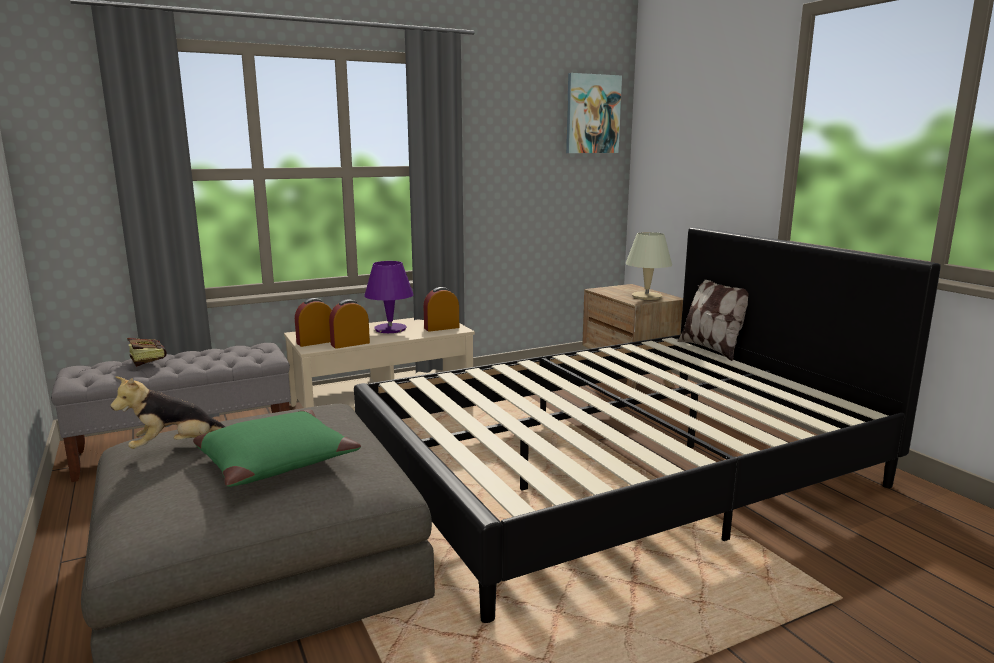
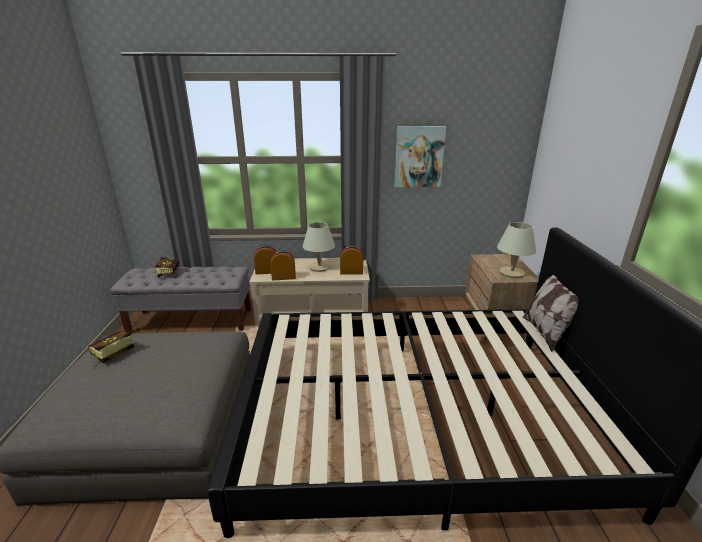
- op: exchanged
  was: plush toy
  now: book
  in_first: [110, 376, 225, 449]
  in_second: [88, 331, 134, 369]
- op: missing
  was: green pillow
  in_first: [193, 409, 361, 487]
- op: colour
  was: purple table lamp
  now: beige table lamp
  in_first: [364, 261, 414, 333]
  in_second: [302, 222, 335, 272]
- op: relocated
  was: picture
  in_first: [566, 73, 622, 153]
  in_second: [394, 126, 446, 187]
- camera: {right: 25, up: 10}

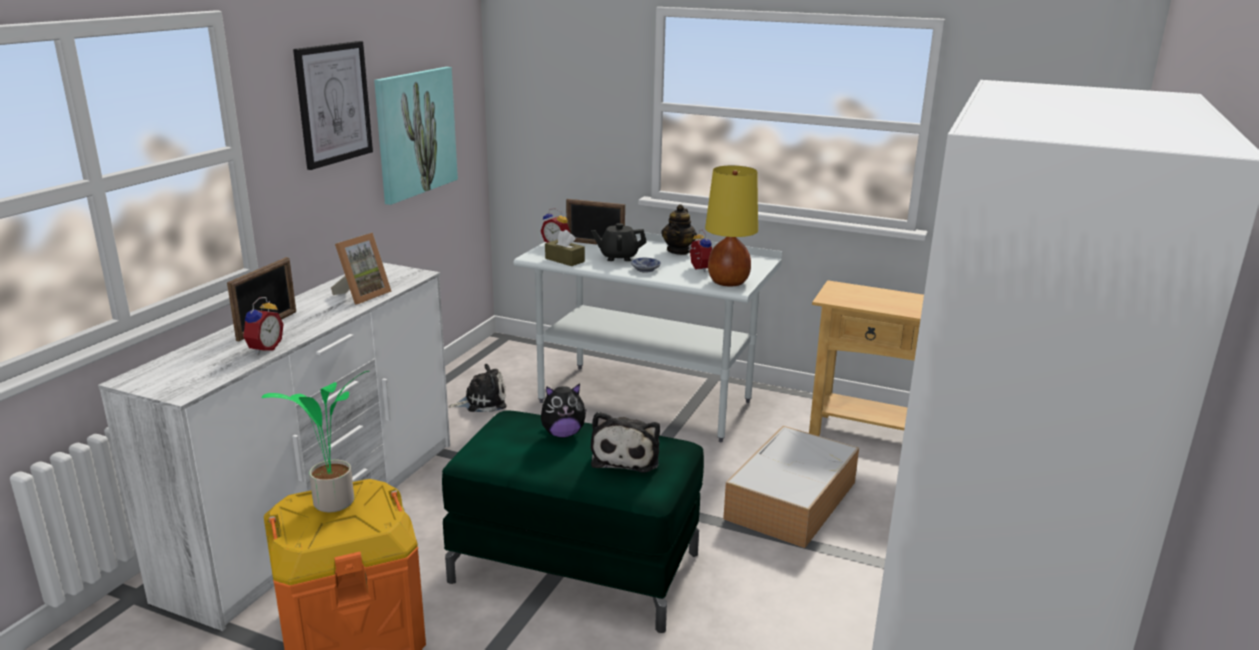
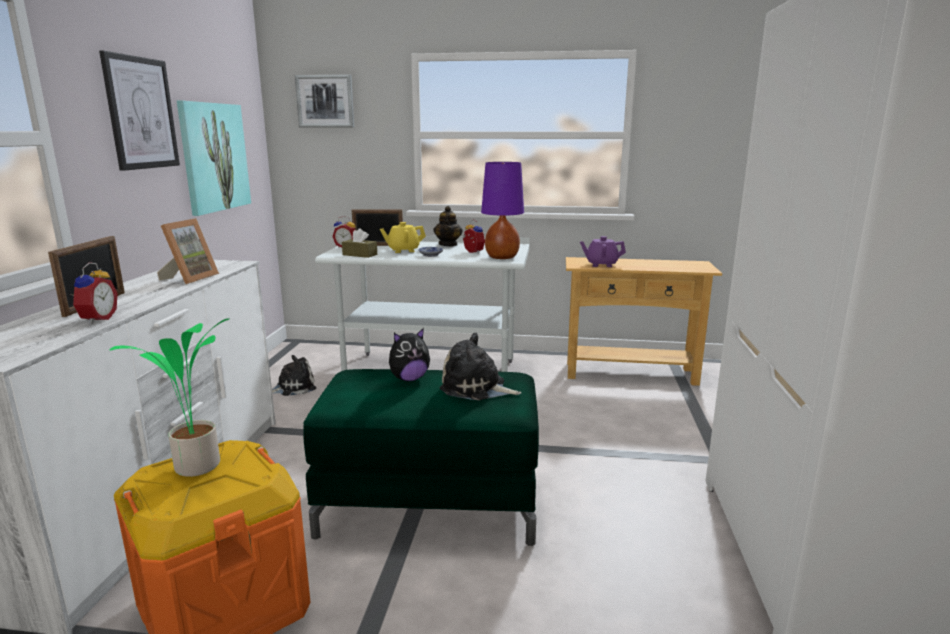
- op: colour
  was: black teapot
  now: yellow teapot
  in_first: [591, 223, 647, 261]
  in_second: [380, 222, 426, 253]
- op: spun
  was: plush toy
  in_first: [591, 411, 660, 473]
  in_second: [440, 333, 521, 401]
  clockwise: 120
- op: colour
  was: yellow table lamp
  now: purple table lamp
  in_first: [705, 166, 758, 287]
  in_second: [481, 162, 524, 259]
- op: missing
  was: storage box
  in_first: [723, 426, 859, 548]
- op: appeared
  now: picture
  in_second: [295, 74, 354, 127]
- op: appeared
  now: purple teapot
  in_second: [580, 236, 626, 267]
- camera: {right: -15, up: -5}

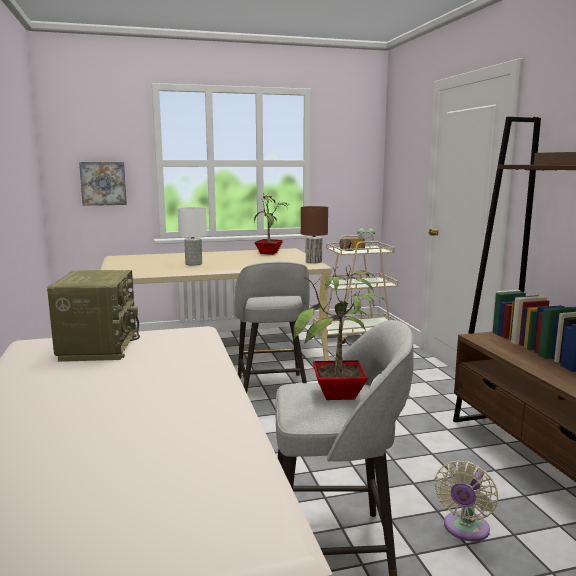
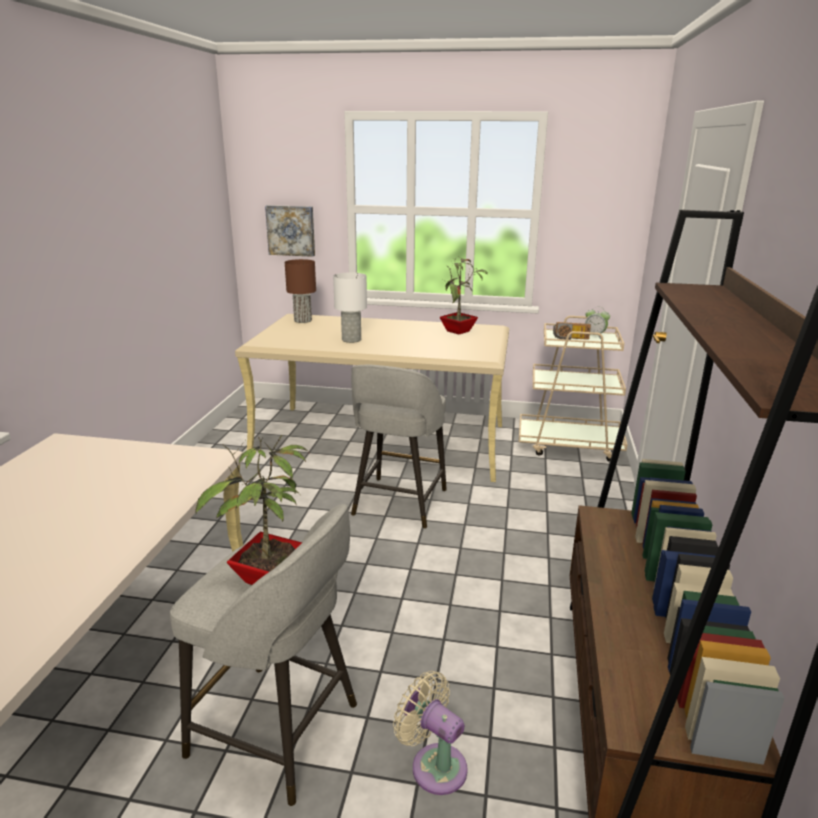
- op: missing
  was: radio
  in_first: [47, 270, 140, 362]
- op: relocated
  was: brown table lamp
  in_first: [301, 206, 328, 263]
  in_second: [285, 259, 316, 323]
- op: spun
  was: beige fan
  in_first: [434, 460, 498, 542]
  in_second: [393, 671, 468, 795]
  clockwise: 75
- camera: {right: 25, up: 10}

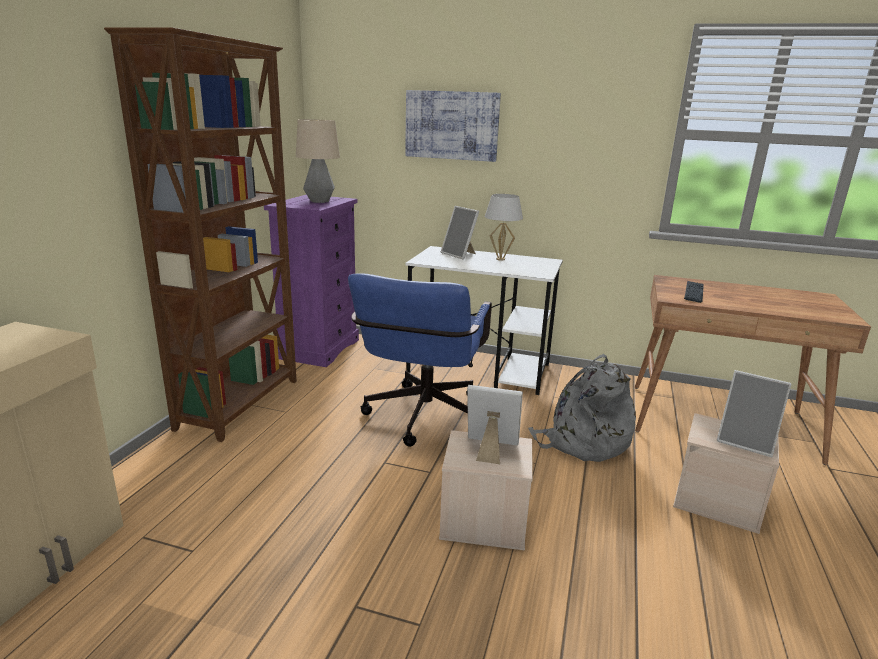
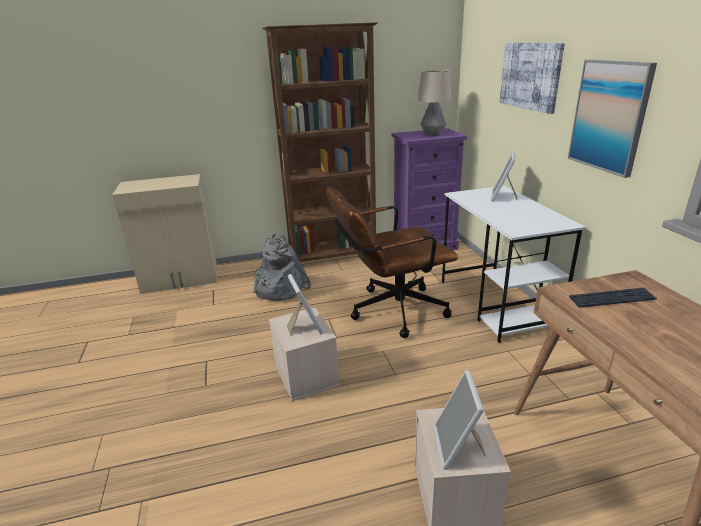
- op: colour
  was: blue office chair
  now: brown office chair
  in_first: [348, 273, 492, 447]
  in_second: [326, 187, 458, 338]
- op: missing
  was: white table lamp
  in_first: [485, 194, 523, 261]
- op: relocated
  was: grey backpack
  in_first: [528, 354, 636, 462]
  in_second: [253, 233, 311, 301]
- op: appeared
  now: picture
  in_second: [568, 60, 657, 178]
- camera: {right: 60, up: 5}

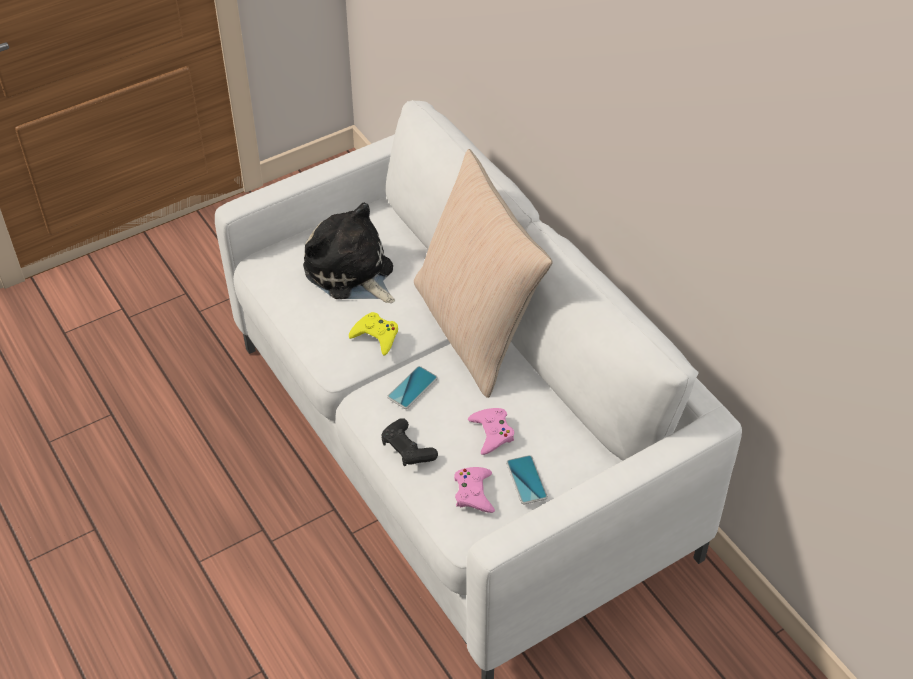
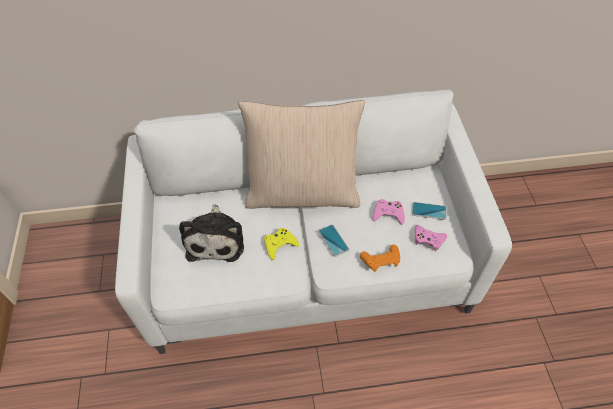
- op: spun
  was: plush toy
  in_first: [303, 203, 395, 303]
  in_second: [179, 204, 244, 262]
  clockwise: -75
- op: colour
  was: black game controller
  now: orange game controller
  in_first: [381, 418, 438, 466]
  in_second: [360, 245, 400, 272]
- camera: {right: -65, up: 5}

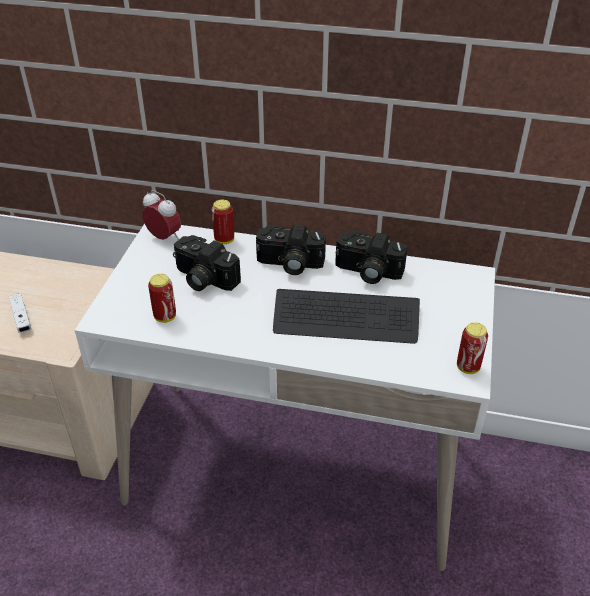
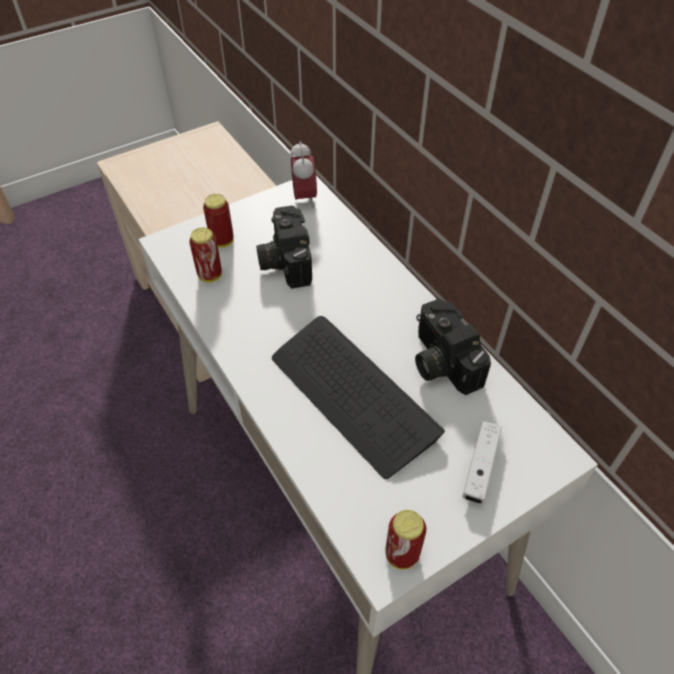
- op: relocated
  was: white game controller
  in_first: [9, 293, 32, 333]
  in_second: [462, 421, 502, 504]
- op: relocated
  was: can
  in_first: [212, 200, 234, 244]
  in_second: [203, 194, 234, 247]
- op: missing
  was: photo camera
  in_first: [256, 224, 326, 275]
- camera: {right: 45, up: 10}

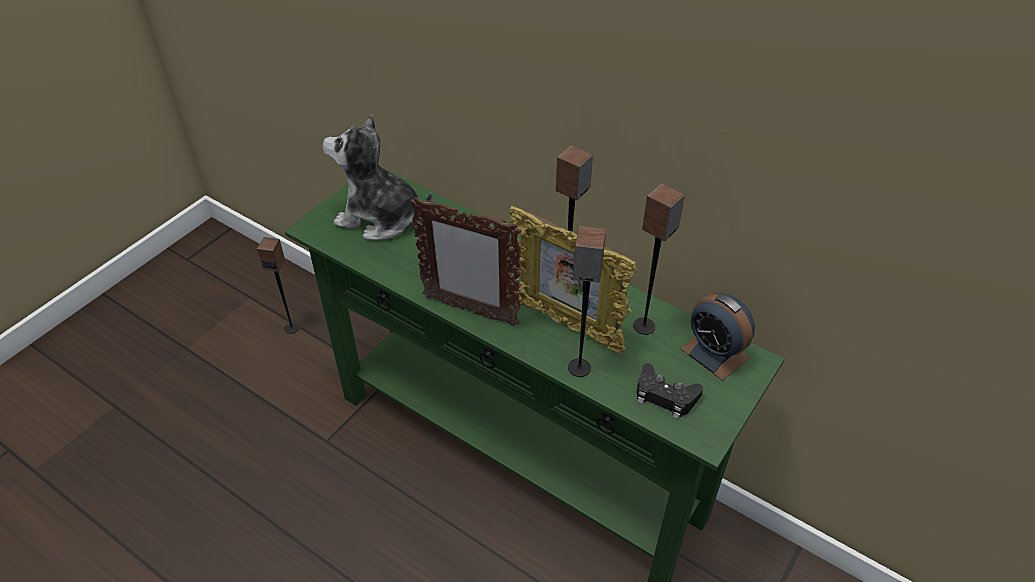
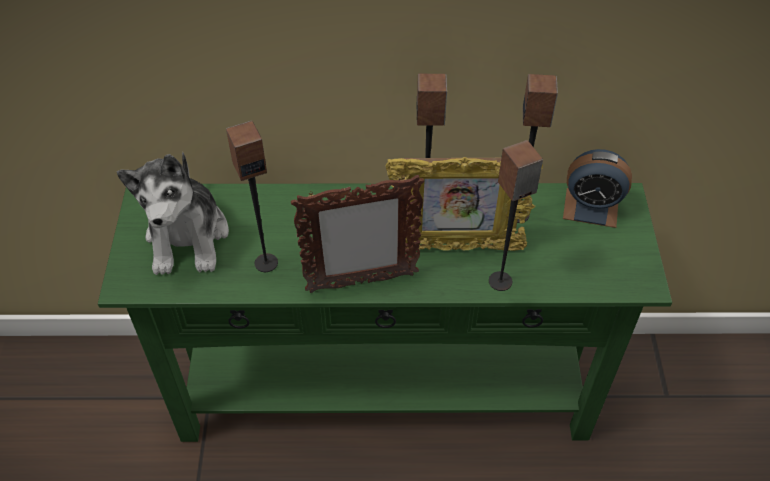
- op: relocated
  was: speaker
  in_first: [257, 237, 300, 334]
  in_second: [226, 121, 278, 272]
- op: spun
  was: plush toy
  in_first: [322, 114, 433, 240]
  in_second: [117, 152, 229, 275]
  clockwise: -75
- op: missing
  was: black game controller
  in_first: [637, 363, 703, 419]
- camera: {right: -35, up: 5}

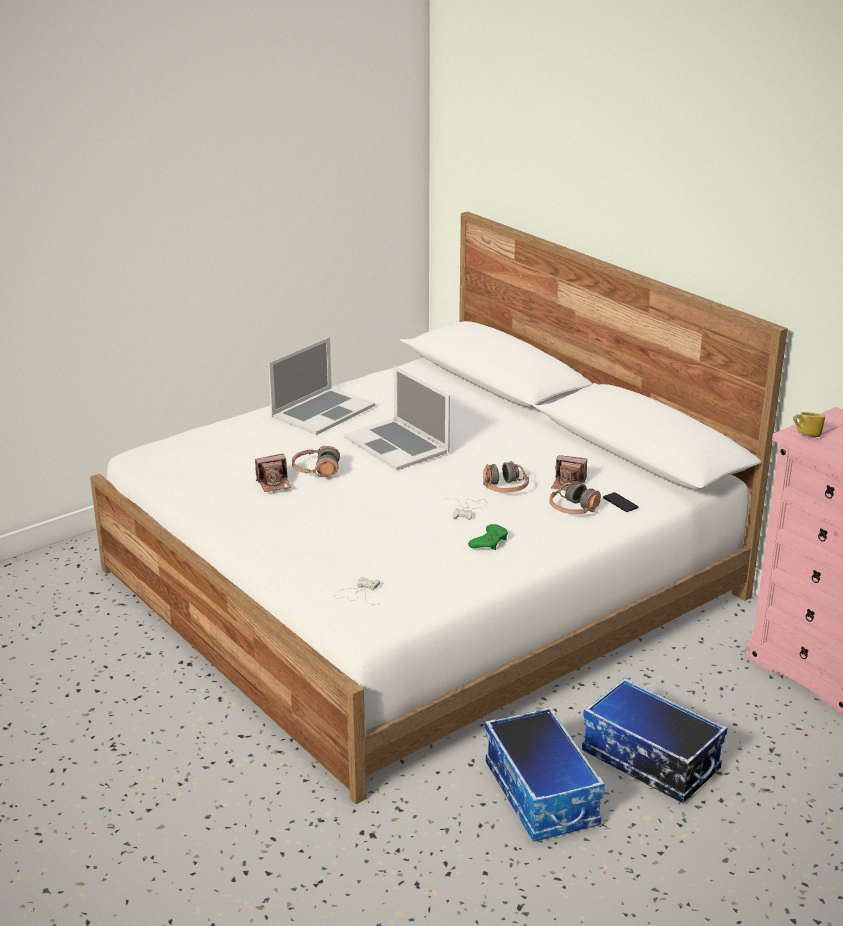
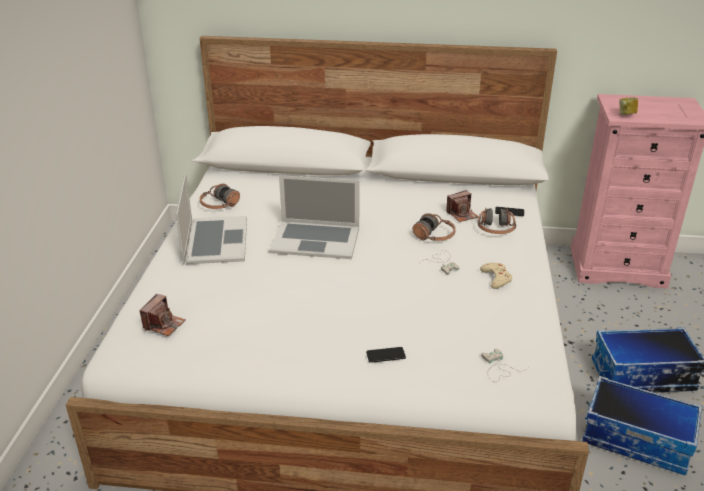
- op: relocated
  was: photo camera
  in_first: [255, 454, 292, 492]
  in_second: [139, 294, 185, 336]
- op: relocated
  was: headphones
  in_first: [292, 446, 340, 477]
  in_second: [200, 184, 240, 209]
- op: colour
  was: green game controller
  now: beige game controller
  in_first: [468, 524, 508, 550]
  in_second: [480, 263, 512, 289]
- op: appeared
  now: phone
  in_second: [366, 347, 406, 363]
- camera: {right: -45, up: 5}

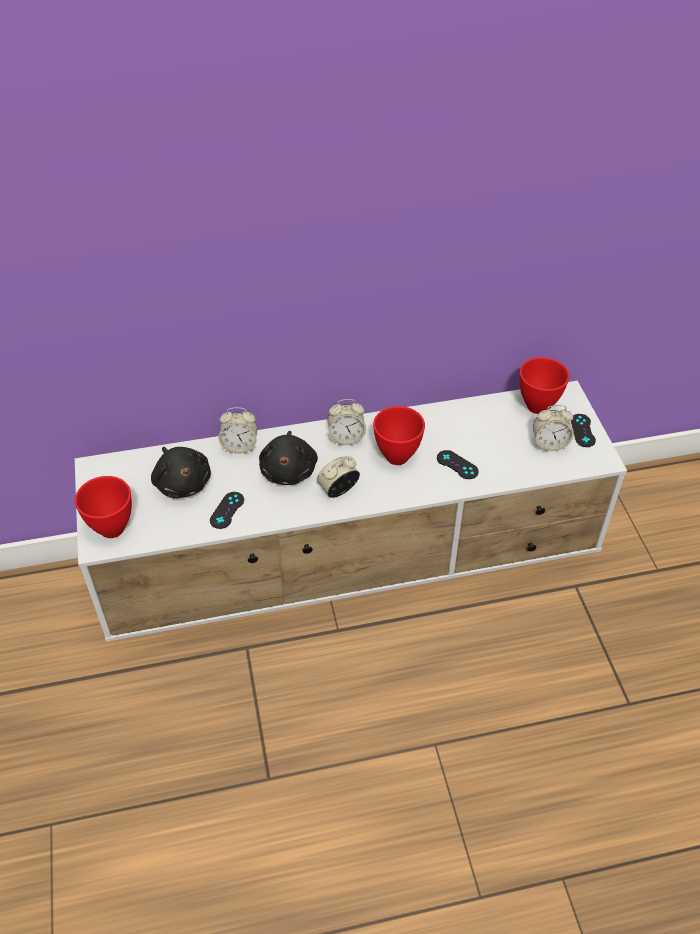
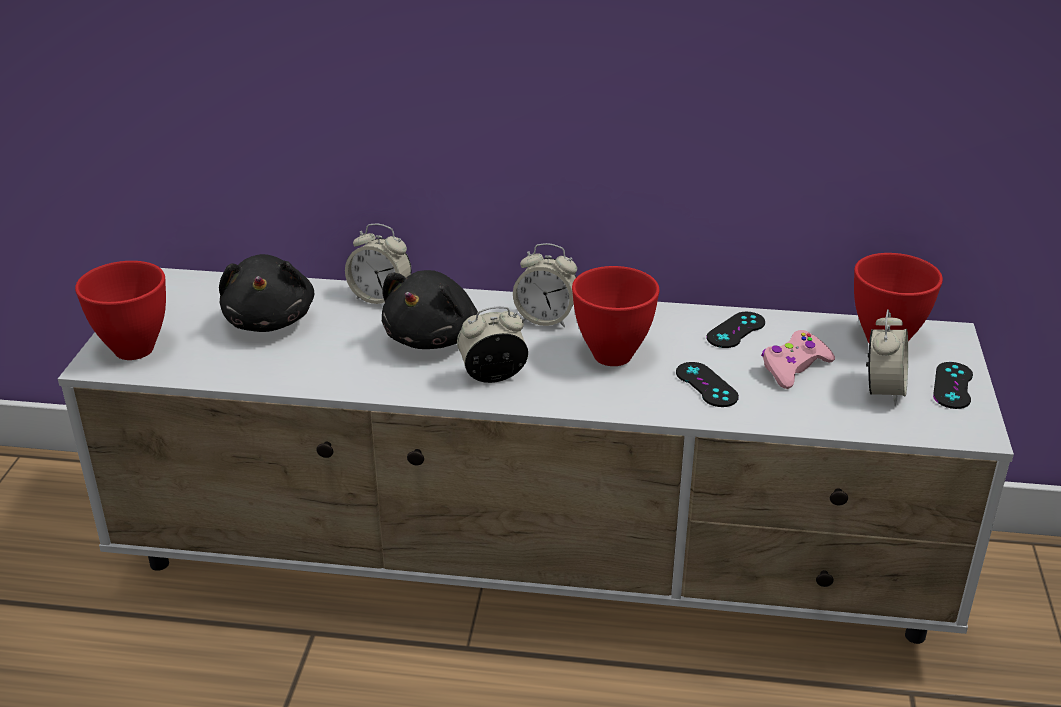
- op: relocated
  was: black game controller
  in_first: [210, 492, 244, 529]
  in_second: [706, 312, 765, 348]
- op: spun
  was: alarm clock
  in_first: [533, 405, 574, 451]
  in_second: [866, 309, 908, 406]
  clockwise: -90
- op: appeared
  now: pink game controller
  in_second: [761, 330, 835, 389]
- camera: {right: 20, up: -15}

